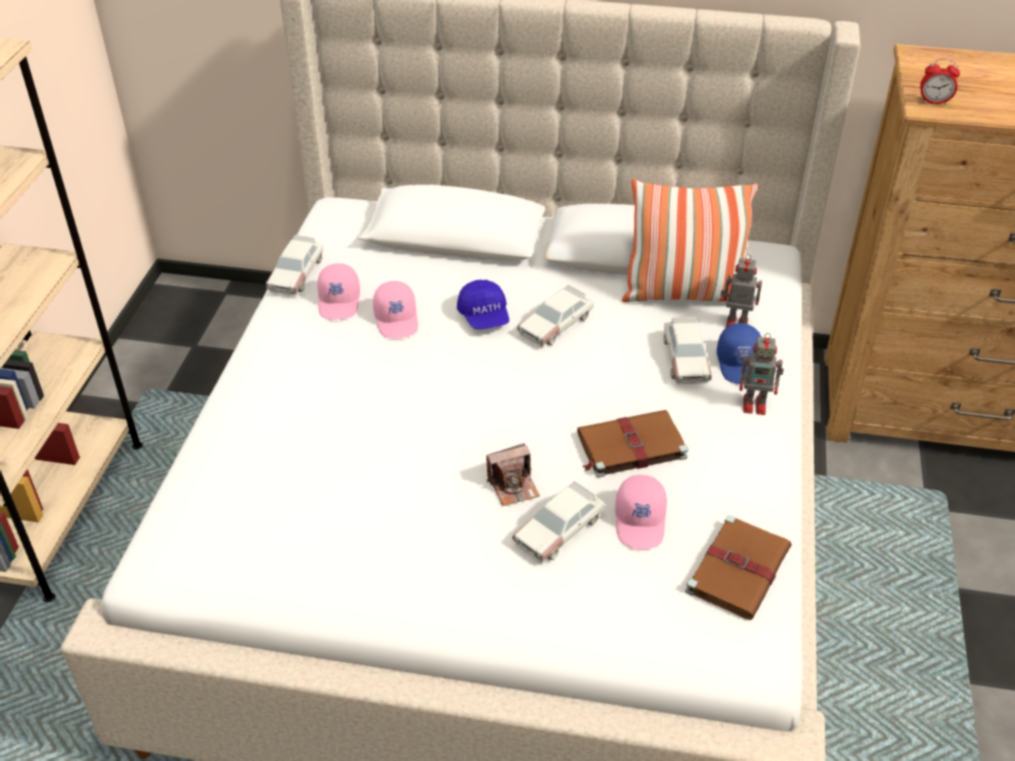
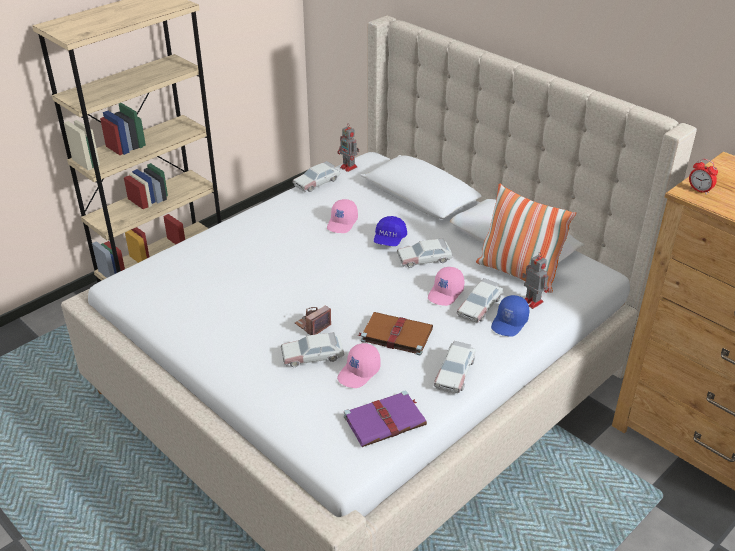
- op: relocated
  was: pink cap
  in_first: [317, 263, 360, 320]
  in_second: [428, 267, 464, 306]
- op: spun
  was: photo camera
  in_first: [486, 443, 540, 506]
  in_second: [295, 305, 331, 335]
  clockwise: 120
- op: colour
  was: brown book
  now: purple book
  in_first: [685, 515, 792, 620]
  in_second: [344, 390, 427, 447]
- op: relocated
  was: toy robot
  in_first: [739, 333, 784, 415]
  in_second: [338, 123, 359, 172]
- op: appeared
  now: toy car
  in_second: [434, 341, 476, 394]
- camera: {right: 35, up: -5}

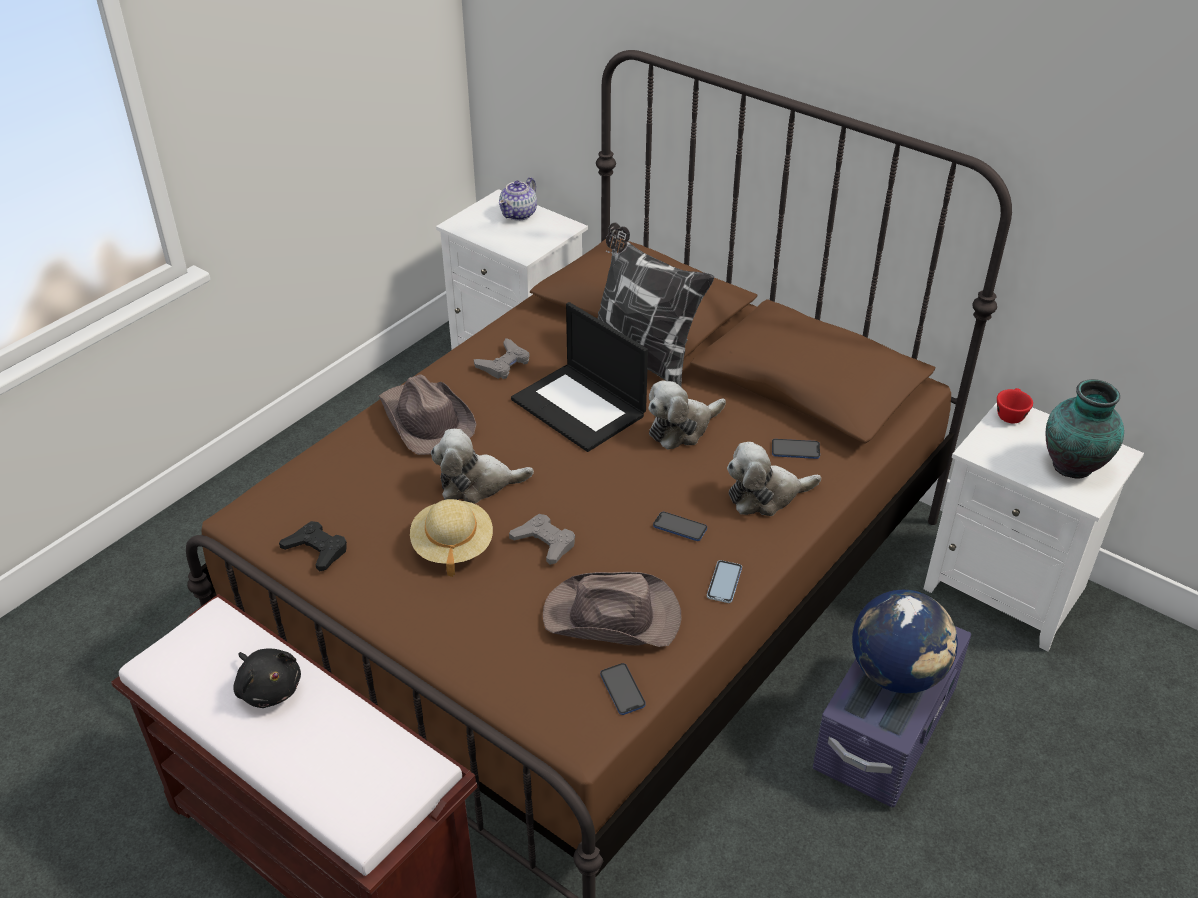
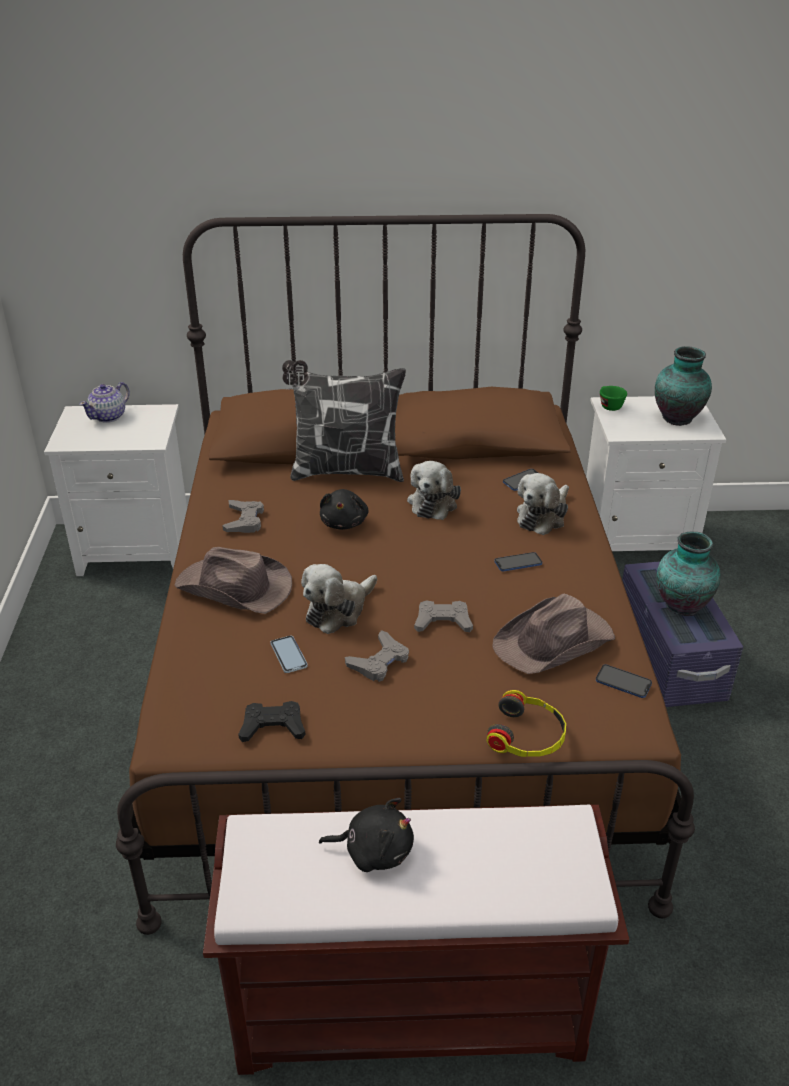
- op: exchanged
  was: beige hat
  now: grey game controller
  in_first: [410, 499, 493, 577]
  in_second: [345, 630, 409, 682]
- op: spun
  was: teapot
  in_first: [499, 177, 537, 221]
  in_second: [79, 382, 130, 423]
  clockwise: 45
- op: exchanged
  was: laptop
  now: black plush toy
  in_first: [511, 302, 648, 452]
  in_second: [320, 489, 369, 530]
- op: relocated
  was: phone
  in_first: [707, 560, 742, 603]
  in_second: [270, 636, 308, 673]
- op: exchanged
  was: globe
  now: vase
  in_first: [852, 590, 958, 693]
  in_second: [657, 532, 721, 616]
- op: colour
  was: red cup
  now: green cup
  in_first: [997, 388, 1033, 423]
  in_second: [600, 386, 627, 411]
- op: appeared
  now: headphones
  in_second: [486, 690, 566, 757]
- camera: {right: -40, up: -5}

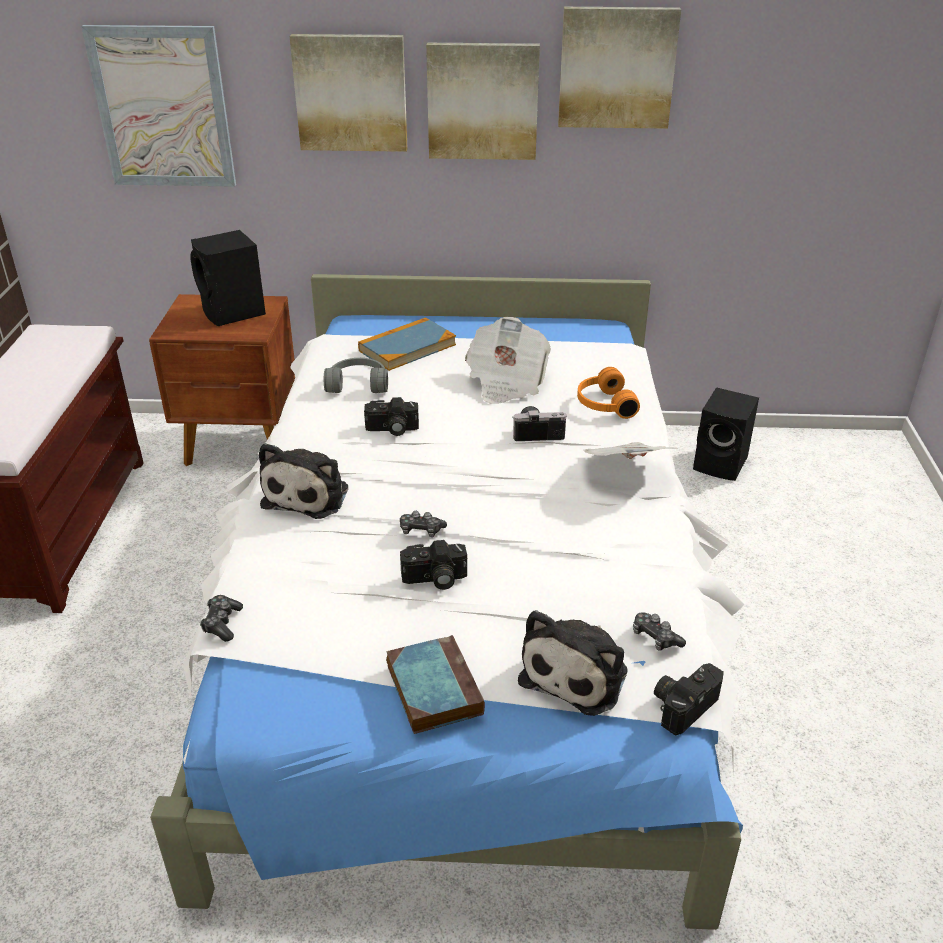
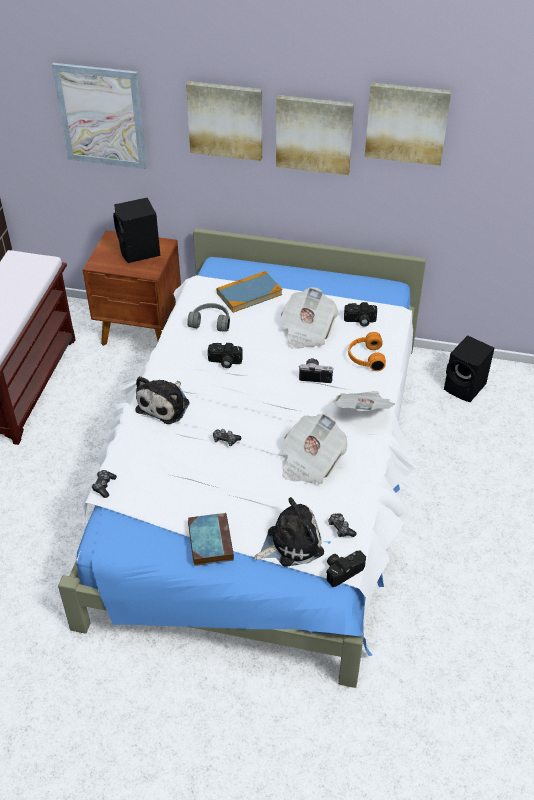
- op: relocated
  was: photo camera
  in_first: [400, 540, 467, 590]
  in_second: [344, 302, 377, 327]
- op: spun
  was: plush toy
  in_first: [518, 610, 628, 716]
  in_second: [254, 497, 324, 567]
  clockwise: -150
- op: appeared
  now: newspaper
  in_second: [282, 413, 347, 484]
- camera: {right: 10, up: 10}

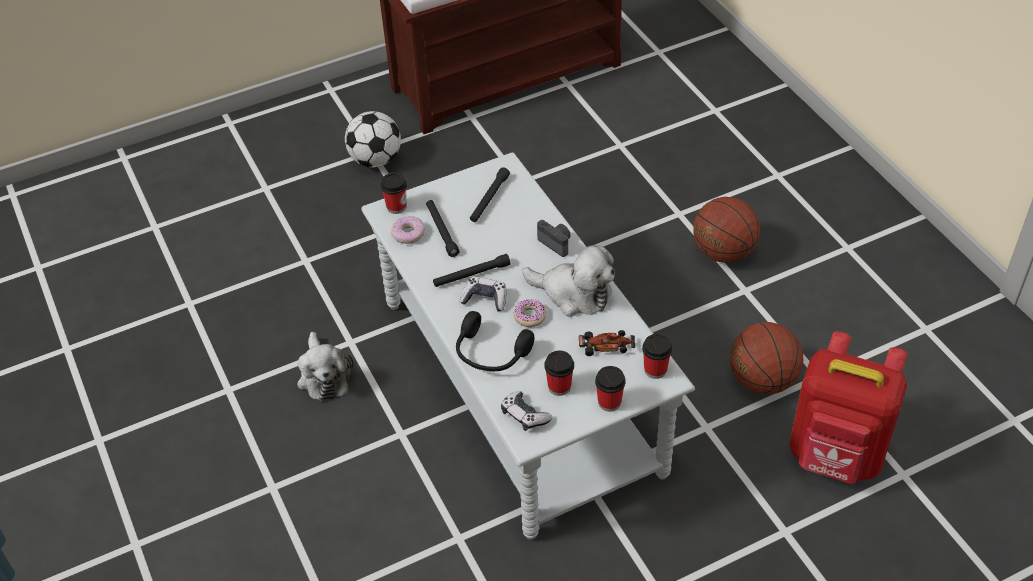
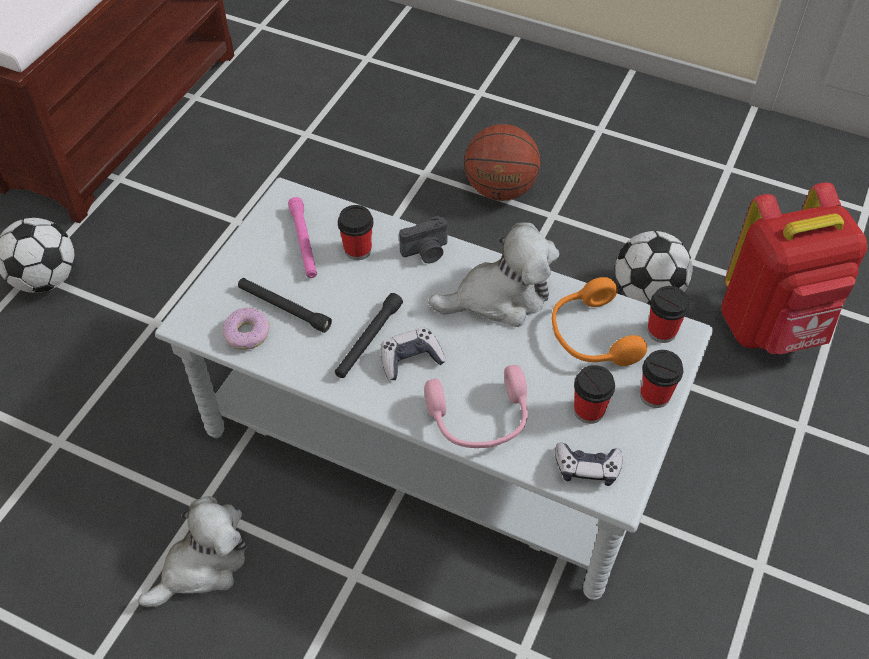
- op: spun
  was: plush toy
  in_first: [297, 332, 354, 402]
  in_second: [138, 496, 247, 607]
  clockwise: -75
- op: relocated
  was: cup
  in_first: [381, 173, 407, 214]
  in_second: [338, 205, 374, 260]
- op: colour
  was: black headphones
  now: pink headphones
  in_first: [456, 311, 534, 371]
  in_second: [424, 365, 528, 448]
- op: colour
  was: black flashlight
  now: pink flashlight
  in_first: [470, 167, 510, 222]
  in_second: [288, 197, 317, 278]
- op: missing
  was: donut
  in_first: [514, 299, 547, 327]
- op: spun
  was: photo camera
  in_first: [537, 220, 571, 257]
  in_second: [399, 216, 448, 263]
  clockwise: 150
- op: exchanged
  was: toy car
  now: orange headphones
  in_first: [579, 330, 635, 356]
  in_second: [552, 277, 647, 366]
- op: exchanged
  was: basketball
  now: football
  in_first: [730, 322, 803, 394]
  in_second: [615, 231, 692, 305]
- camera: {right: -40, up: 5}

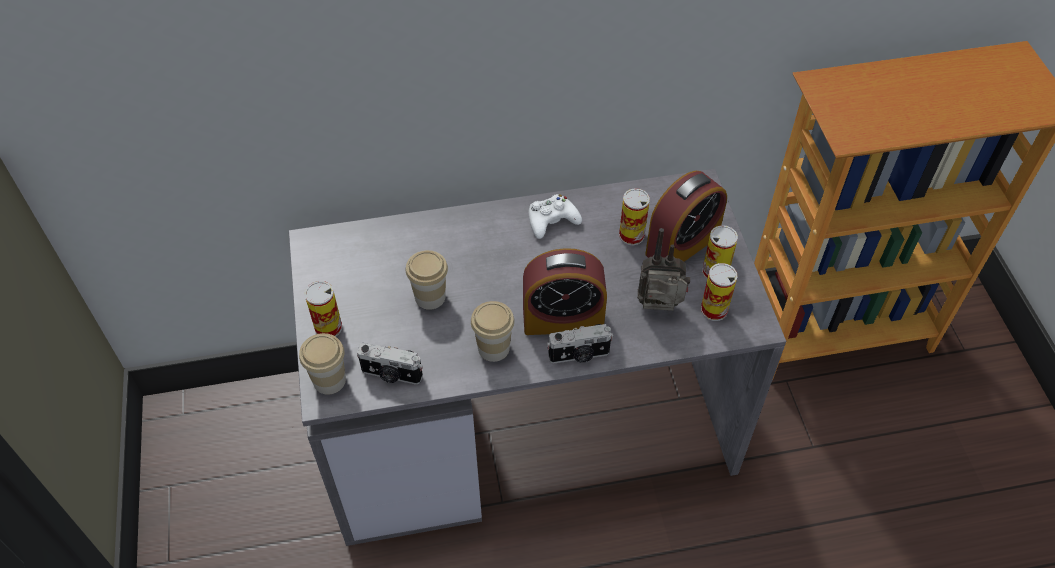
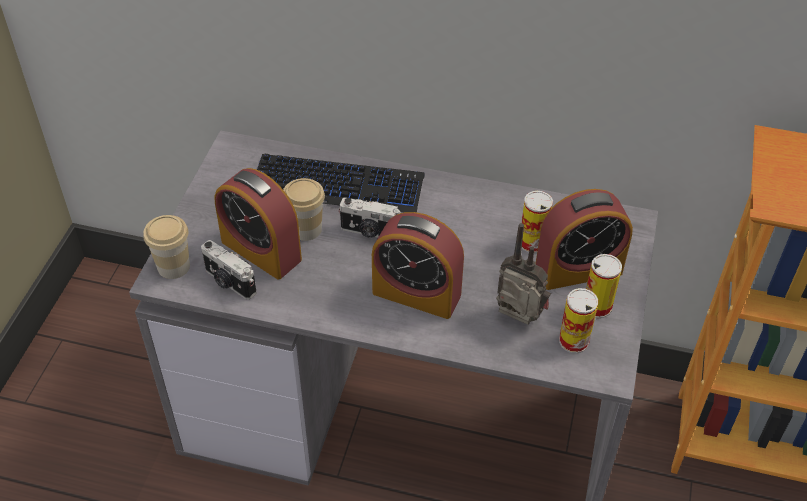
- op: missing
  was: can
  in_first: [304, 281, 342, 337]
- op: missing
  was: cup
  in_first: [471, 301, 515, 362]
- op: missing
  was: white game controller
  in_first: [528, 194, 582, 239]
- op: relocated
  was: photo camera
  in_first: [547, 324, 613, 364]
  in_second: [338, 197, 401, 238]
- op: appeared
  now: alarm clock
  in_second: [214, 168, 302, 280]
- op: appeared
  now: keyboard
  in_second: [257, 154, 424, 212]
- camera: {right: 25, up: -5}

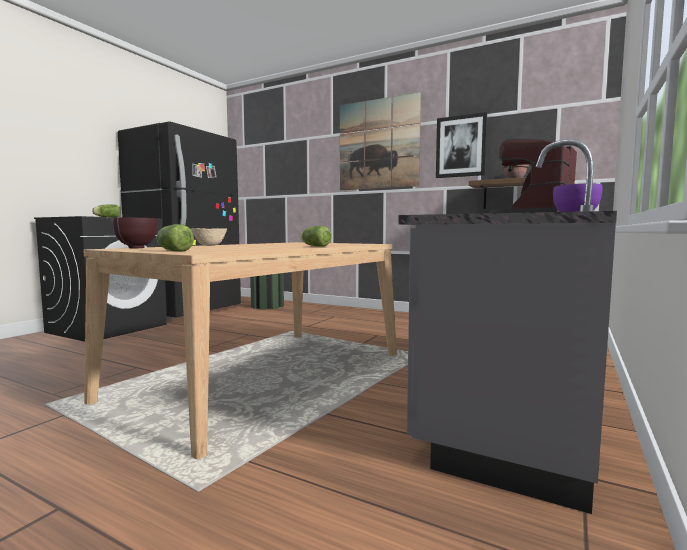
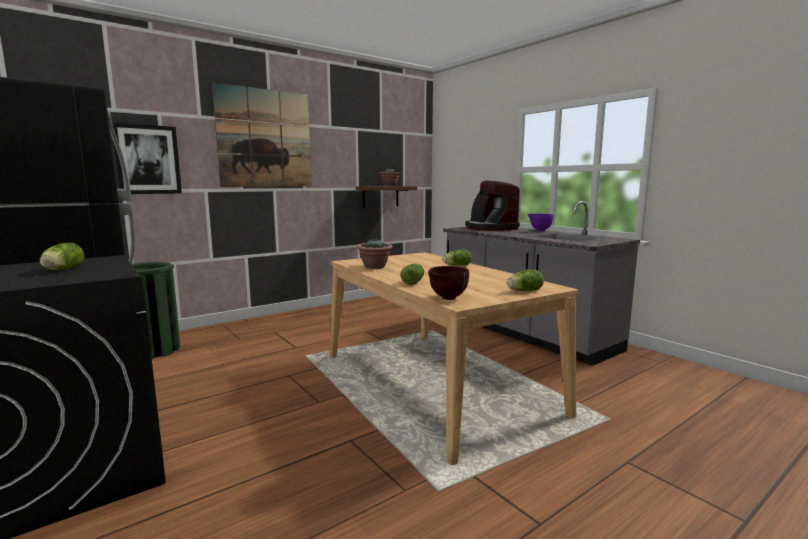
- op: exchanged
  was: beige bowl
  now: lettuce
  in_first: [191, 228, 227, 246]
  in_second: [401, 263, 424, 285]
- op: relocated
  was: picture
  in_first: [436, 112, 487, 178]
  in_second: [112, 123, 182, 194]
- op: appeared
  now: potted plant
  in_second: [357, 239, 393, 269]
- camera: {right: -65, up: 5}

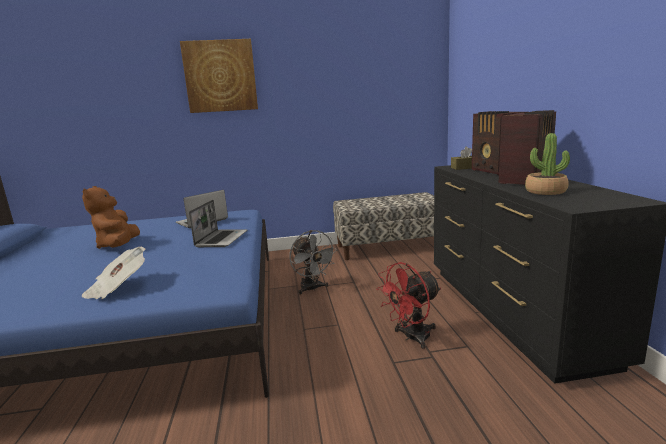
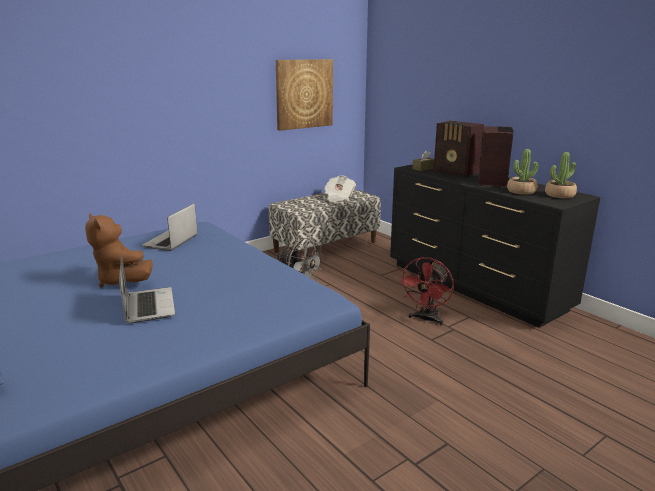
- op: relocated
  was: newspaper
  in_first: [82, 247, 145, 299]
  in_second: [324, 175, 356, 202]
- op: relocated
  was: picture
  in_first: [180, 39, 258, 113]
  in_second: [276, 59, 333, 131]
- op: relocated
  was: laptop
  in_first: [189, 200, 248, 247]
  in_second: [119, 255, 175, 323]
- op: appeared
  now: potted plant
  in_second: [545, 152, 577, 198]
- camera: {right: -30, up: 5}

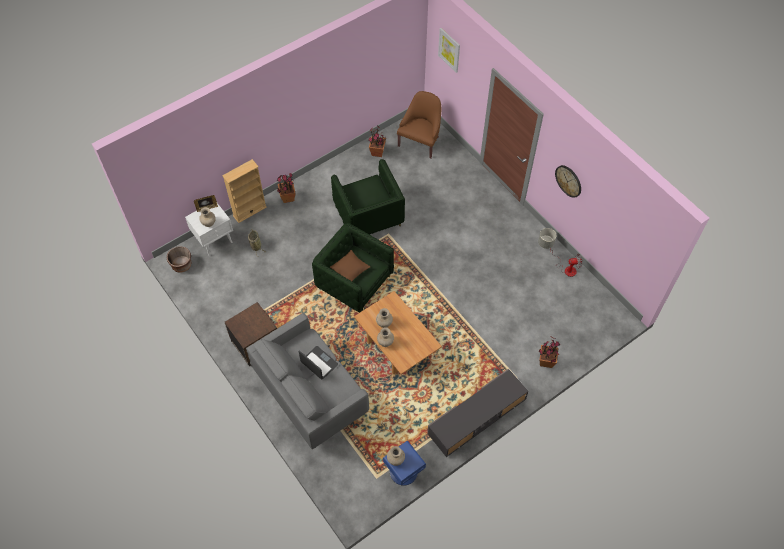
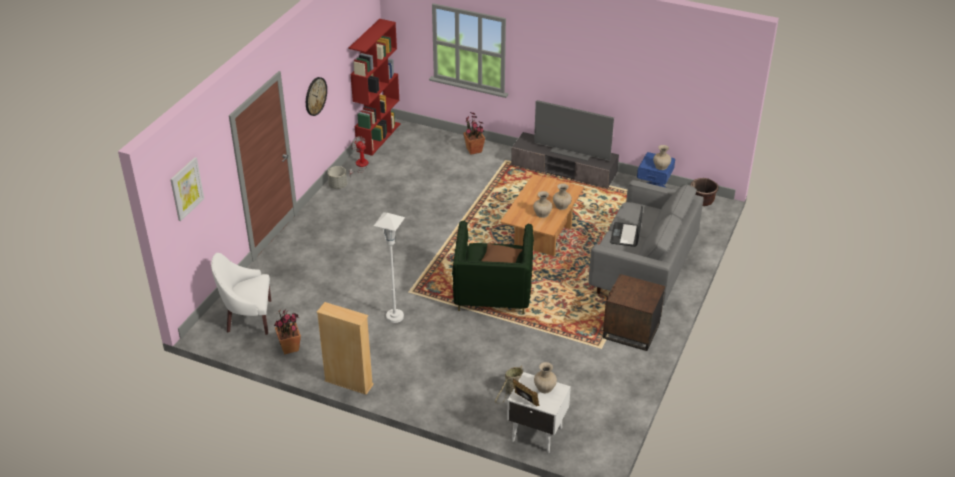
- op: relocated
  was: brown planter
  in_first: [167, 246, 191, 273]
  in_second: [690, 178, 718, 206]
- op: relocated
  was: beige bookcase
  in_first: [222, 159, 267, 223]
  in_second: [316, 302, 374, 395]
- op: missing
  was: potted plant
  in_first: [277, 173, 295, 203]
- op: exchanged
  was: green armchair
  now: white floor lamp
  in_first: [331, 159, 405, 235]
  in_second: [374, 212, 405, 323]
- op: colour
  was: brown armchair
  now: white armchair
  in_first: [397, 91, 441, 159]
  in_second: [211, 253, 271, 335]
- op: appeared
  now: red bookcase
  in_second: [348, 19, 401, 156]
- op: appeared
  now: television
  in_second: [534, 100, 614, 161]
- camera: {right: -120, up: -20}

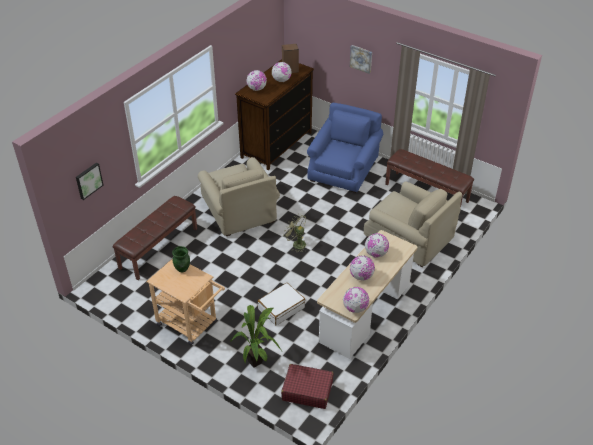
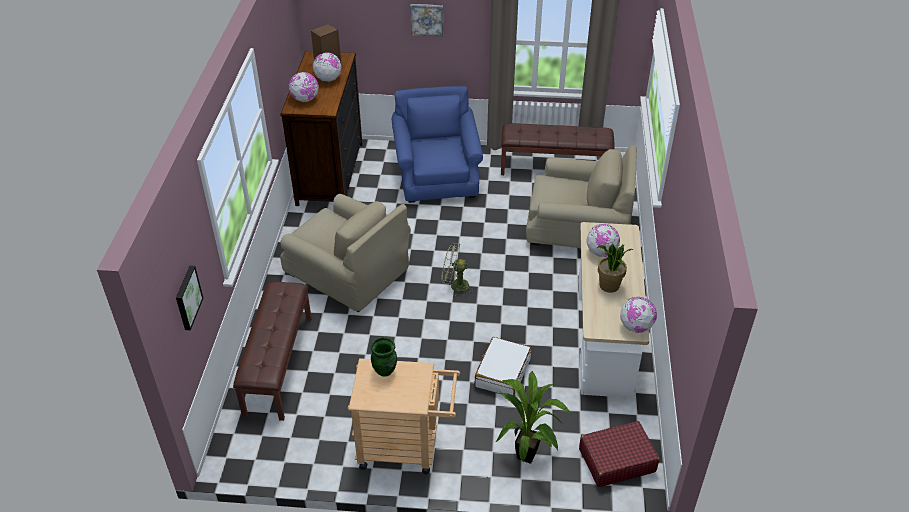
- op: exchanged
  was: globe
  now: potted plant
  in_first: [350, 255, 375, 281]
  in_second: [596, 243, 633, 293]
- camera: {right: -30, up: 0}

